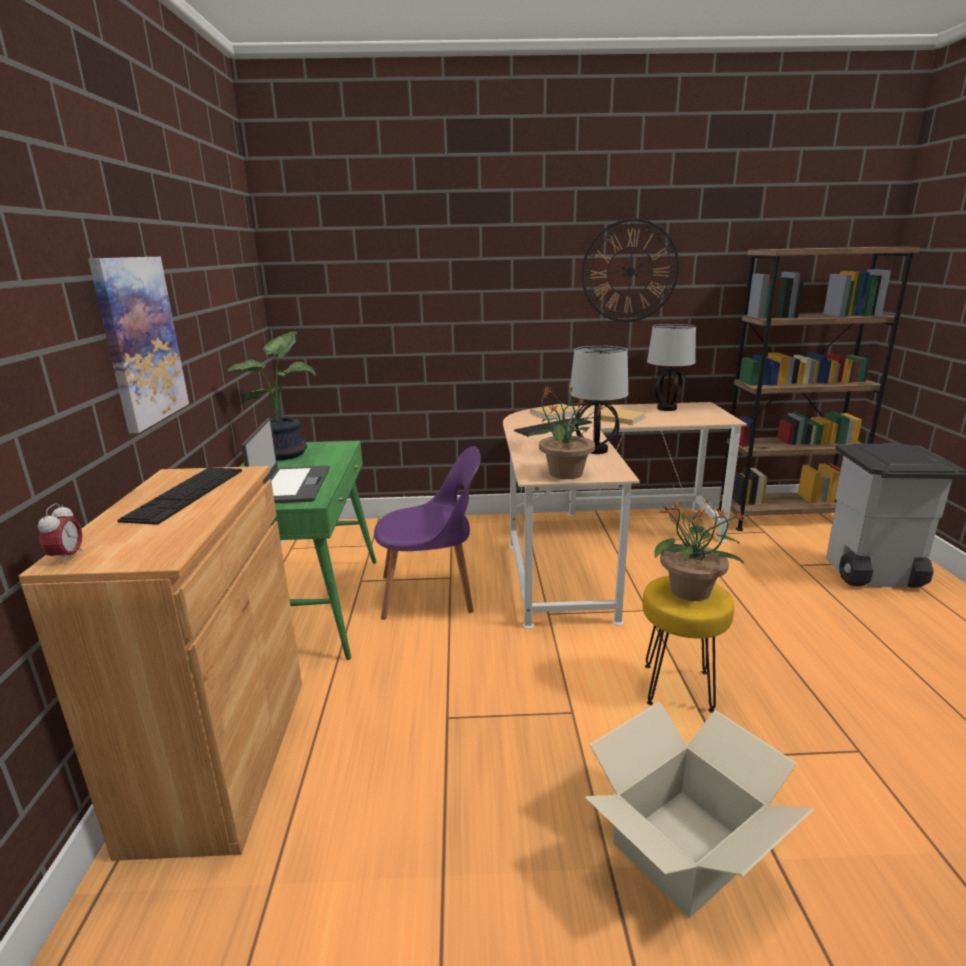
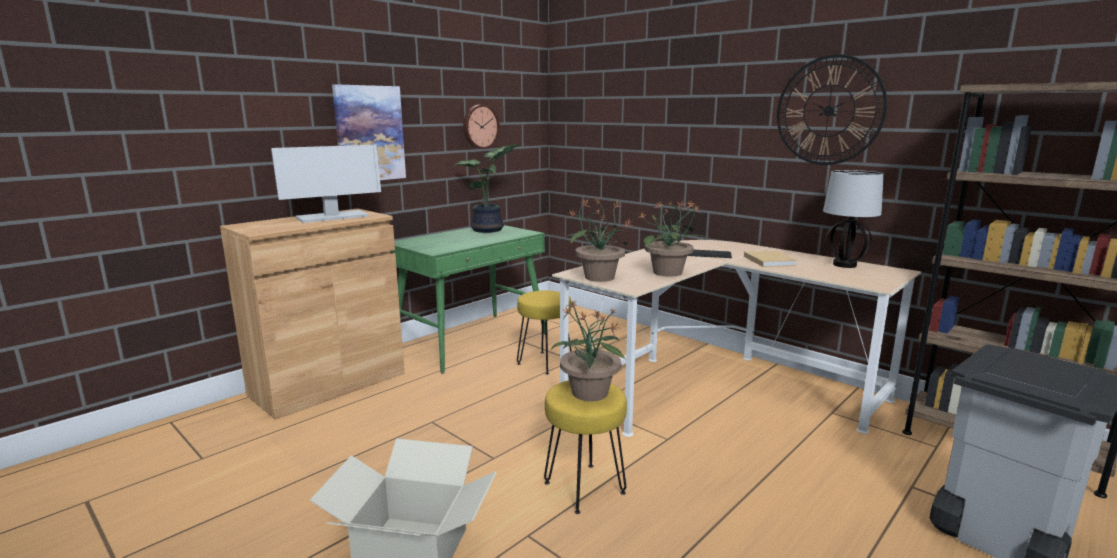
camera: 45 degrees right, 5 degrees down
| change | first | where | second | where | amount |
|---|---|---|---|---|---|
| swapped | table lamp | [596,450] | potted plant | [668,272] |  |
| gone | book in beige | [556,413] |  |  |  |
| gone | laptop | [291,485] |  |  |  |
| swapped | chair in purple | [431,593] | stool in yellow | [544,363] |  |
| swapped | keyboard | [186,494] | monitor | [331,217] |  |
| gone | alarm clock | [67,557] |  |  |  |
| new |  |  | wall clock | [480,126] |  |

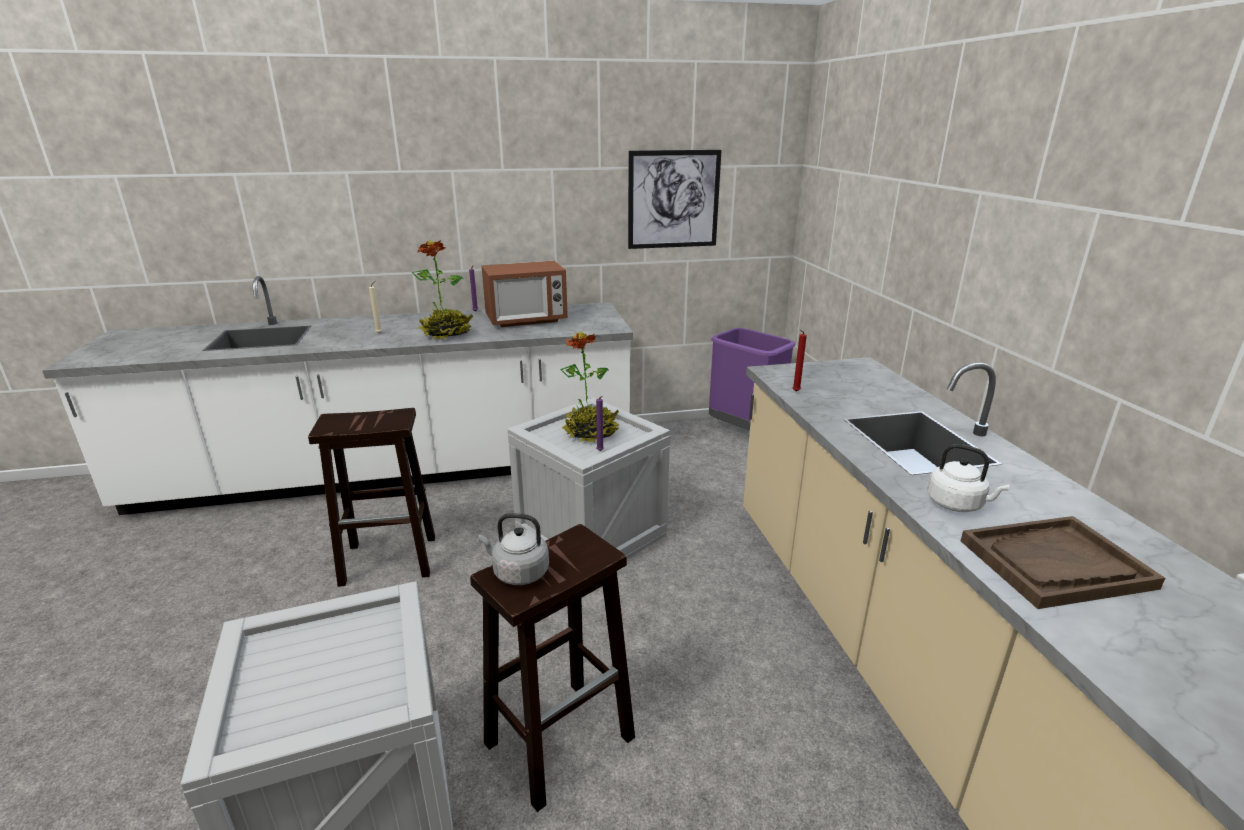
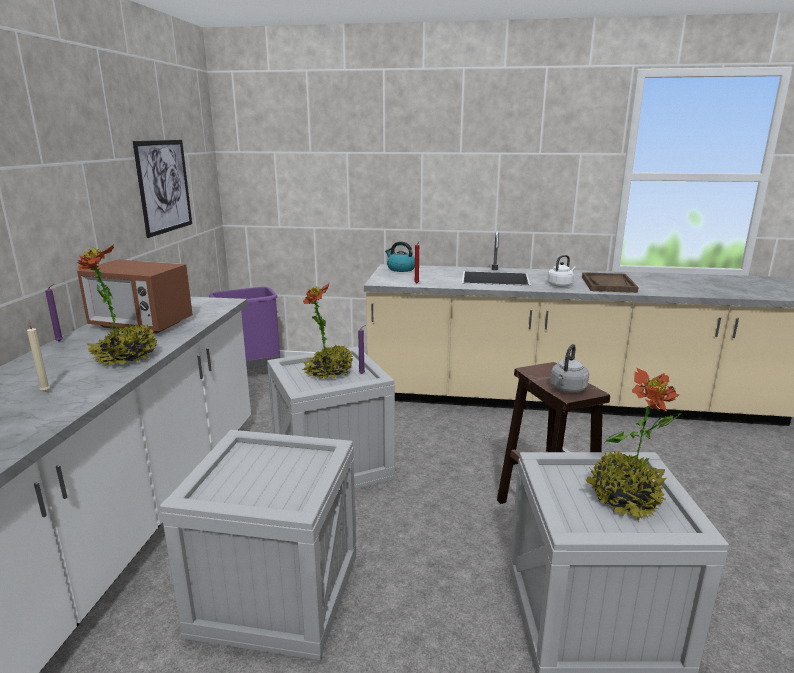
camera: 70 degrees left, 5 degrees down
| change | first | where | second | where | amount |
|---|---|---|---|---|---|
| rotated | microwave | [526,320] |  | [141,325] | 105 degrees clockwise |
| swapped | stool in brown | [391,560] | crate | [276,593] |  |
| new |  |  | kettle | [400,269] |  |
| new |  |  | potted plant | [624,498] |  |

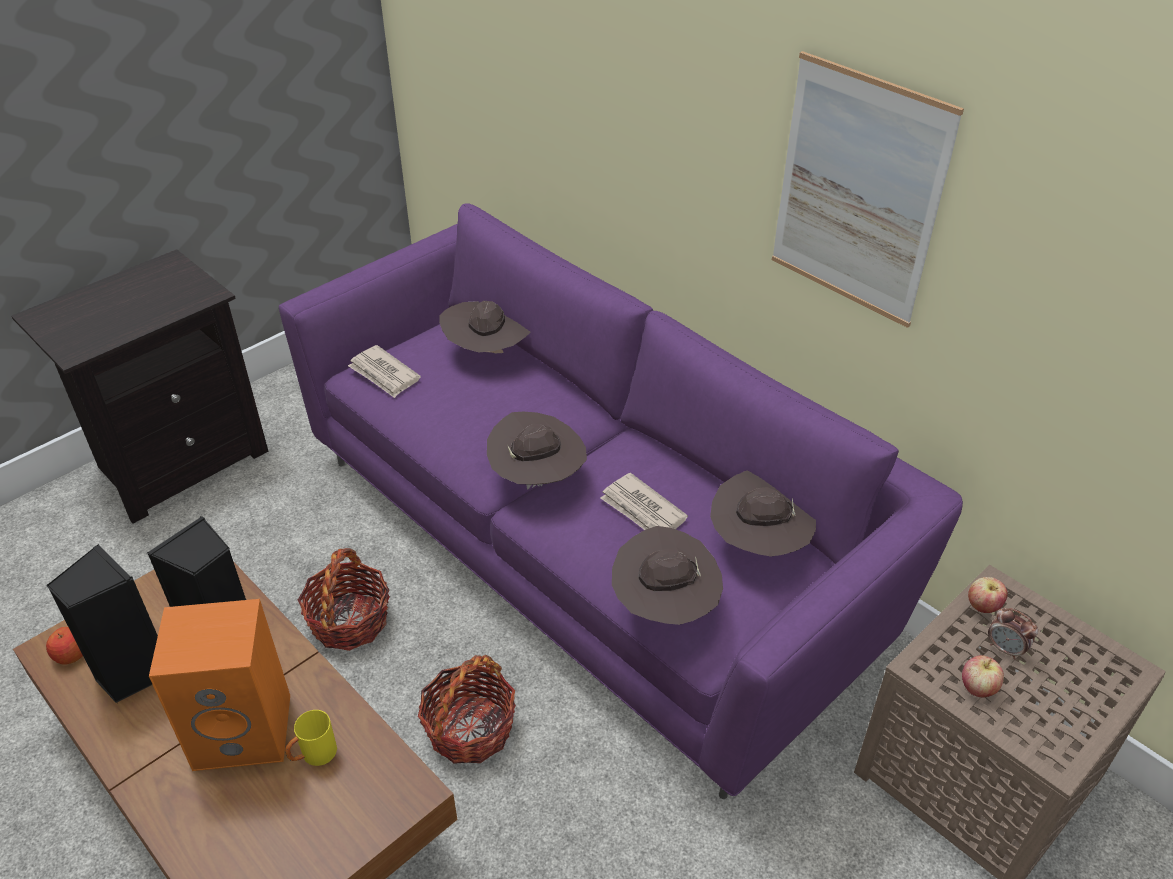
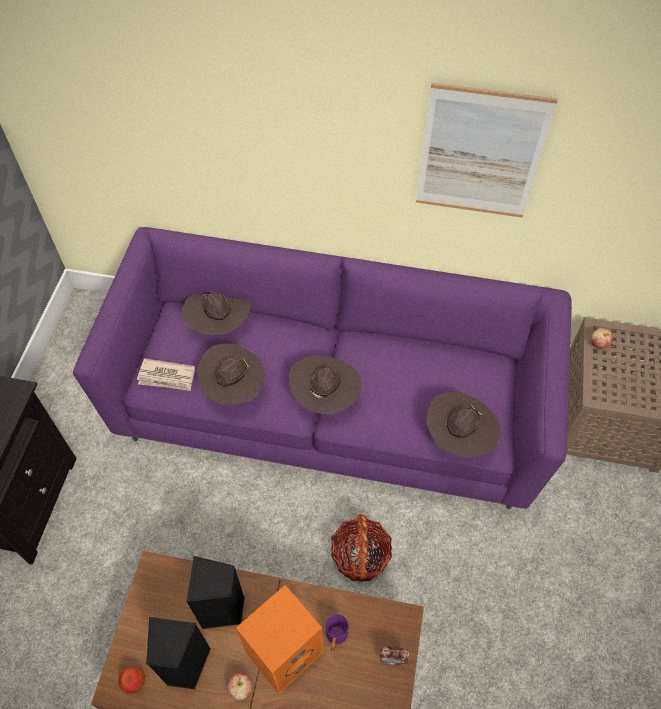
camera: 35 degrees left, 15 degrees up
| change | first | where | second | where | amount |
|---|---|---|---|---|---|
| shifted | hat in brown | [758,544] |  | [234,389] |  |
| gone | newspaper | [643,510] |  |  |  |
| gone | basket | [349,620] |  |  |  |
| shifted | alarm clock | [1005,649] |  | [393,659] |  |
| shifted | apple | [977,688] |  | [241,689] |  |
| repainted | mug in yellow | [313,756] | mug in purple | [335,638] |  |

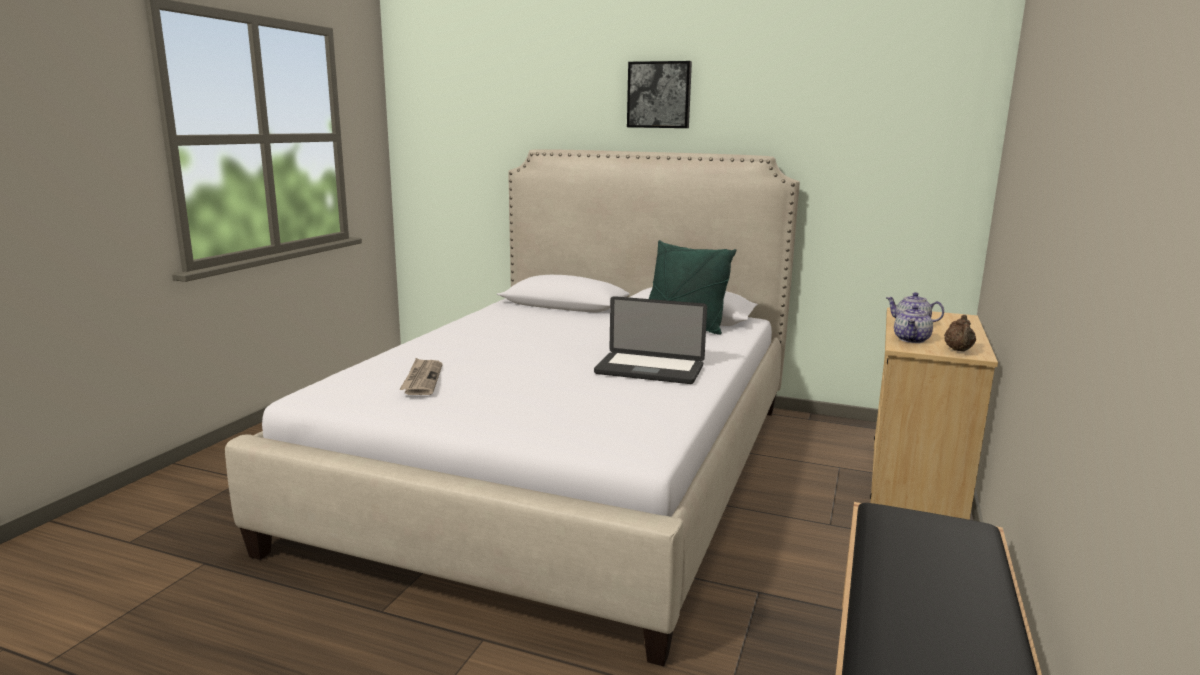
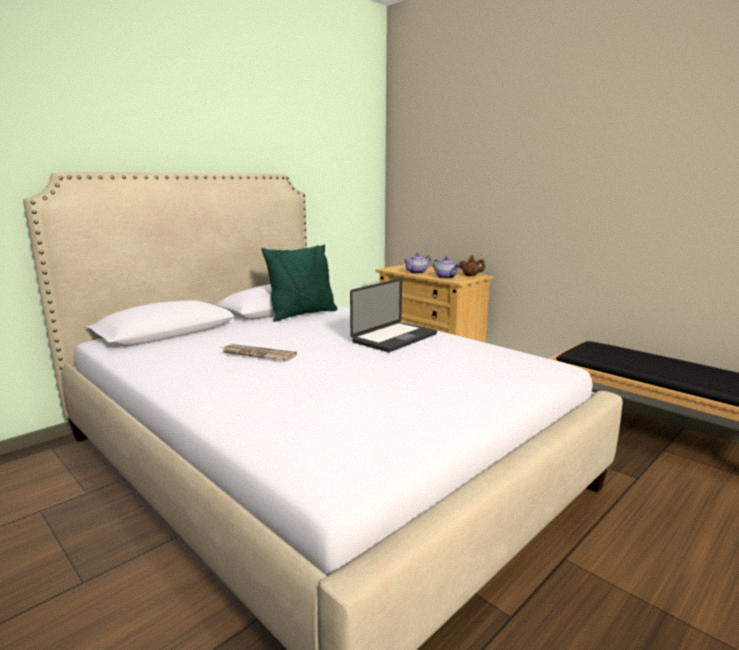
camera: 65 degrees left, 0 degrees up
| change | first | where | second | where | amount |
|---|---|---|---|---|---|
| gone | picture | [659,95] |  |  |  |
| shifted | newspaper | [422,379] |  | [257,355] |  |

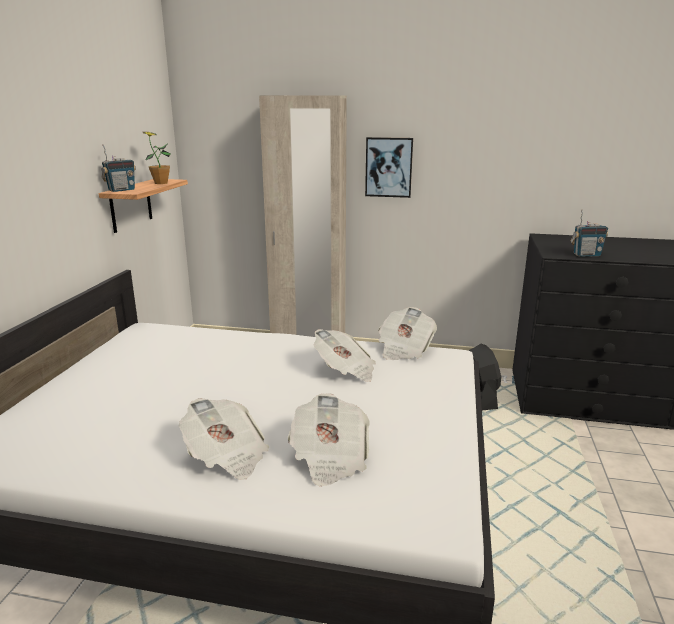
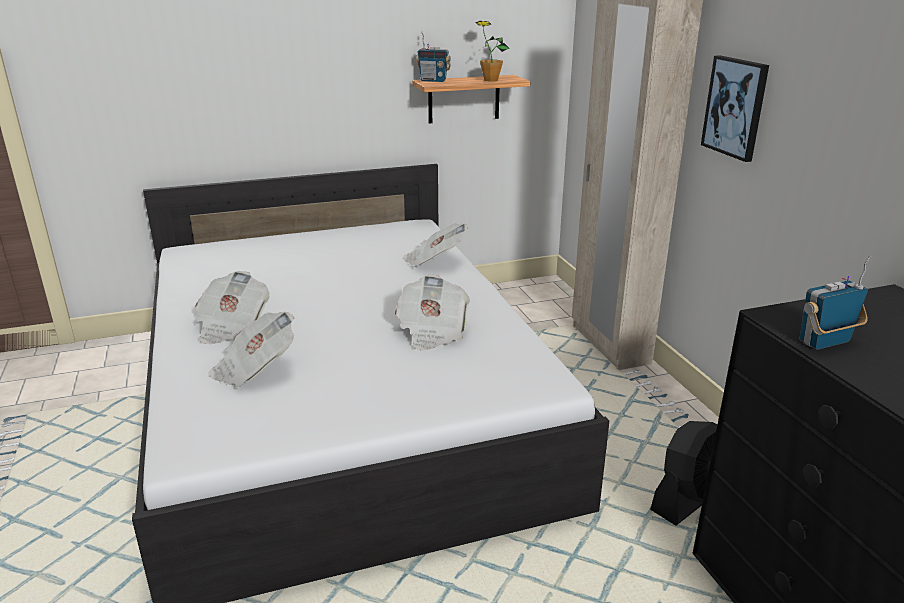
camera: 60 degrees right, 5 degrees up
| change | first | where | second | where | amount |
|---|---|---|---|---|---|
| rotated | radio | [586,255] |  | [825,342] | 105 degrees clockwise |
| shifted | newspaper | [404,349] |  | [434,261] |  |

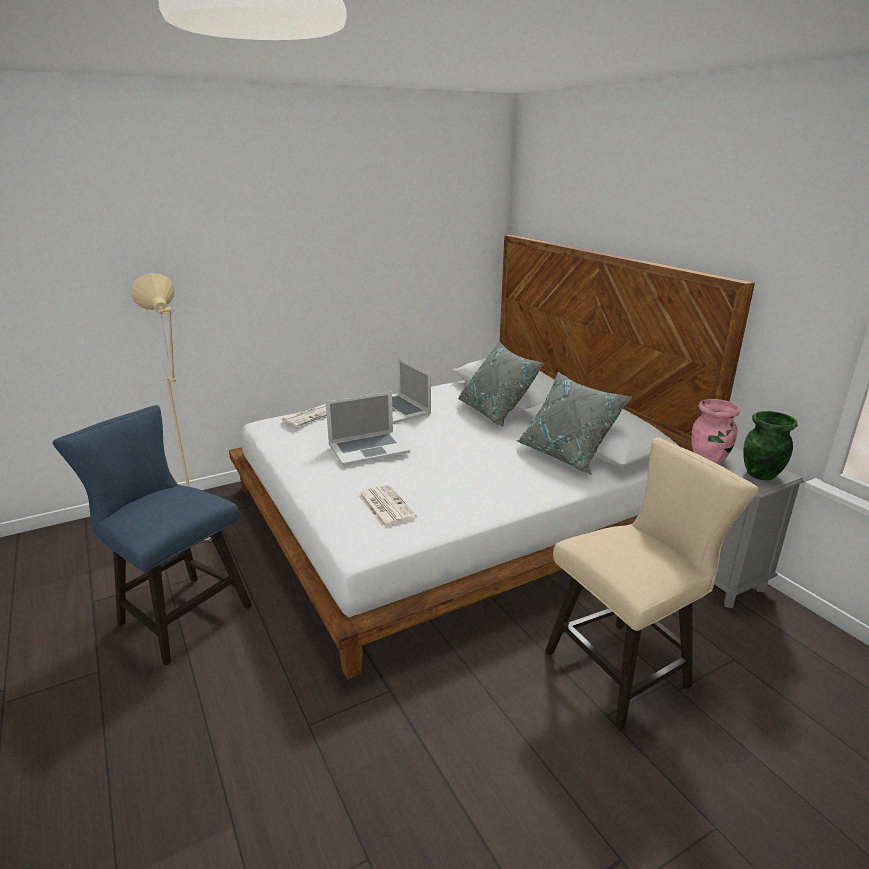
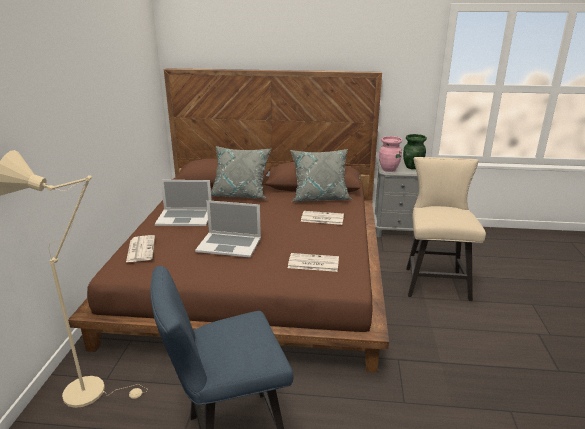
camera: 55 degrees left, 0 degrees up
| change | first | where | second | where | amount |
|---|---|---|---|---|---|
| repainted | bed in white | [448,513] | bed in brown | [256,273] |  |
| rotated | laptop | [368,448] |  | [229,244] | 90 degrees clockwise |
| new |  |  | newspaper | [321,218] |  |

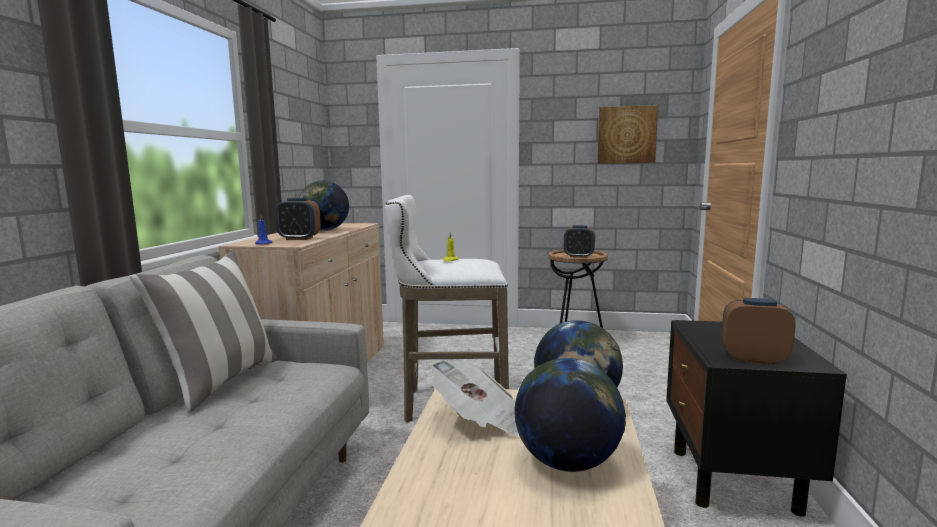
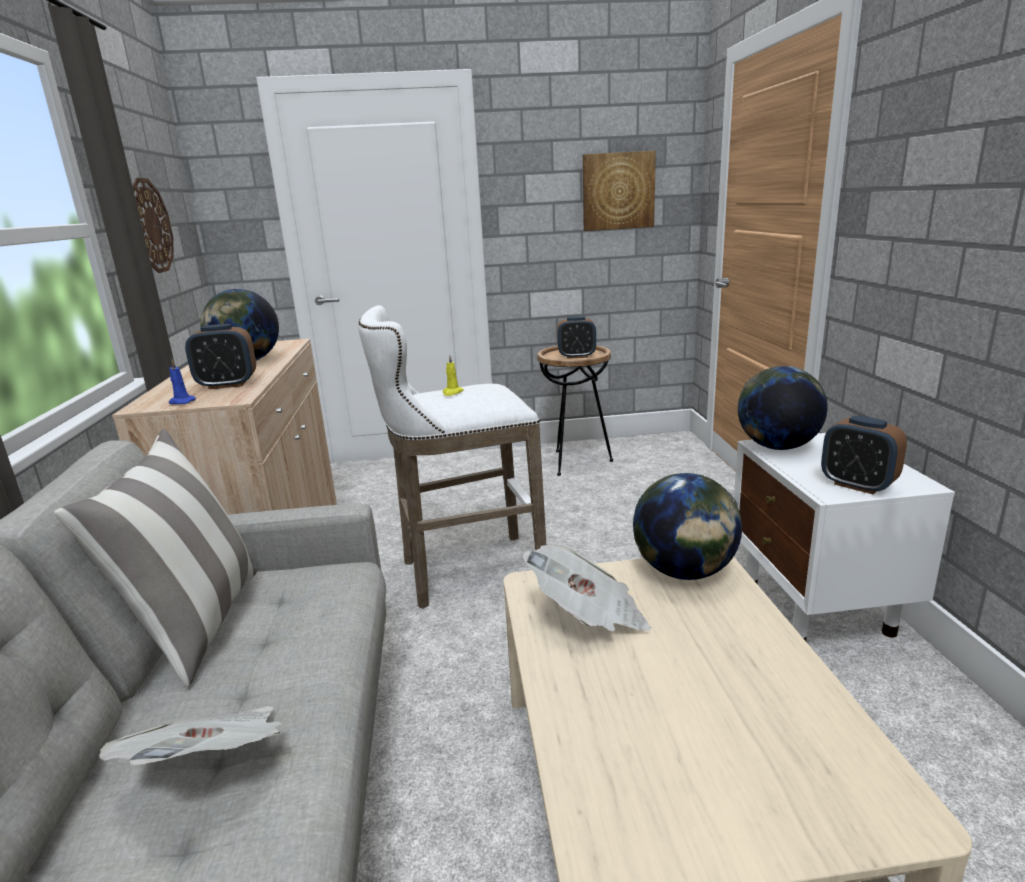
camera: 15 degrees left, 10 degrees up
| change | first | where | second | where | amount |
|---|---|---|---|---|---|
| rotated | alarm clock | [753,358] |  | [857,485] | 135 degrees counterclockwise |
| repainted | nightstand in black | [734,481] | nightstand in white | [817,610] |  |
| shifted | globe | [567,463] |  | [777,447] |  |
| new |  |  | wall clock | [150,226] |  |
| new |  |  | newspaper | [213,765] |  |

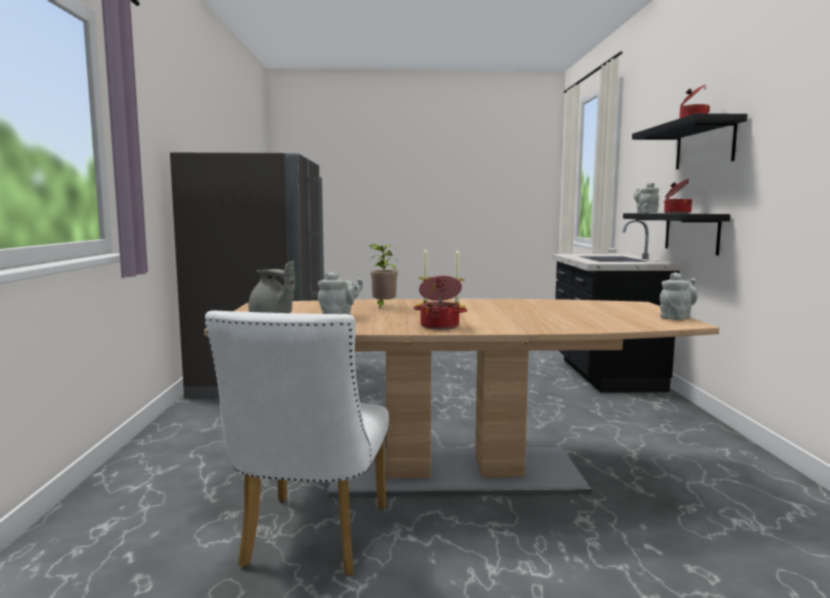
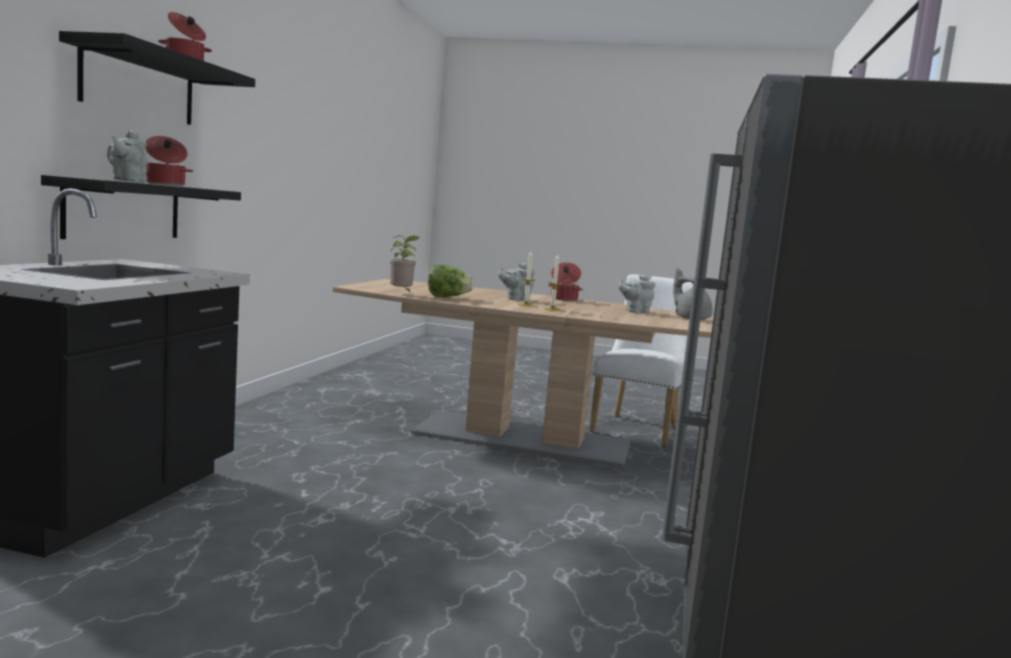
camera: 165 degrees left, 0 degrees up
| change | first | where | second | where | amount |
|---|---|---|---|---|---|
| shifted | potted plant | [383,307] |  | [402,294] |  |
| shifted | teapot in grey | [676,318] |  | [516,299] |  |
| new |  |  | lettuce | [447,297] |  |

